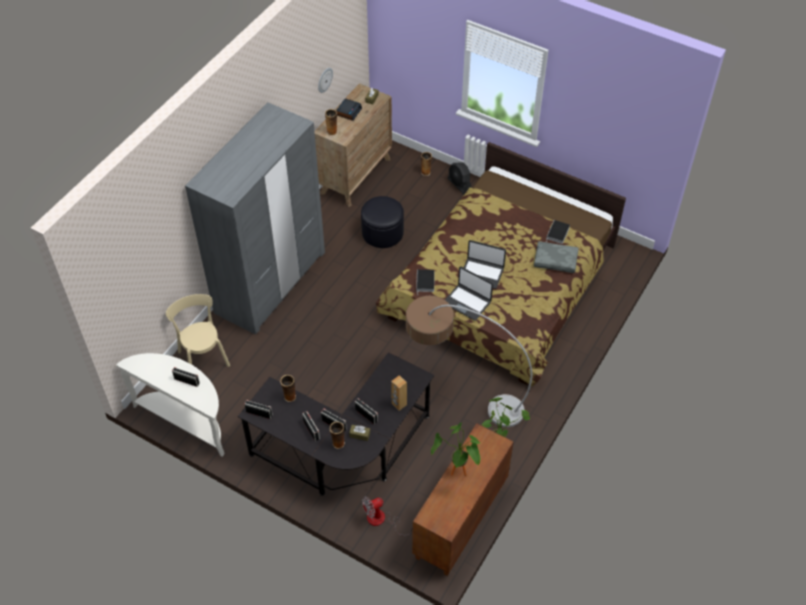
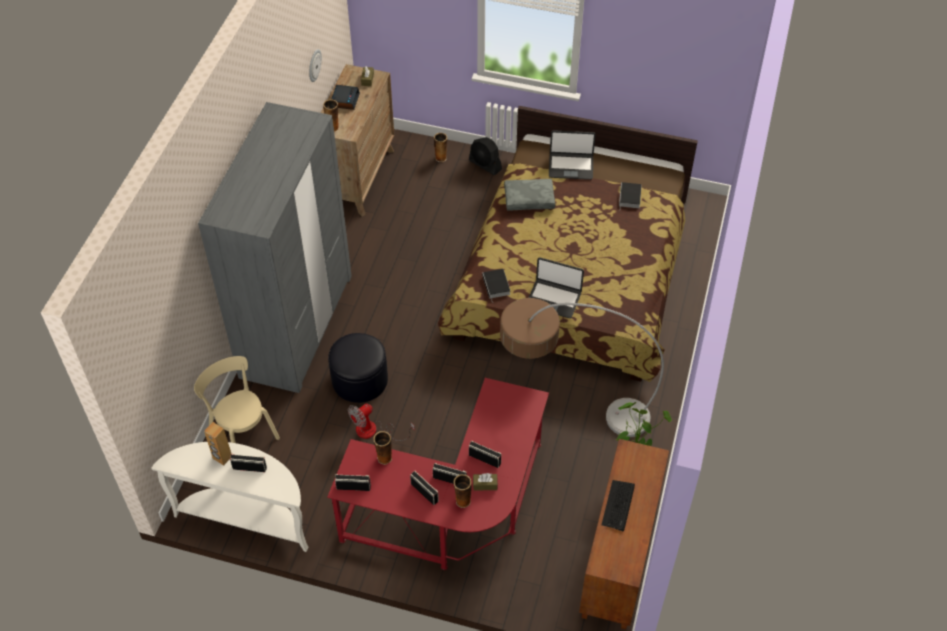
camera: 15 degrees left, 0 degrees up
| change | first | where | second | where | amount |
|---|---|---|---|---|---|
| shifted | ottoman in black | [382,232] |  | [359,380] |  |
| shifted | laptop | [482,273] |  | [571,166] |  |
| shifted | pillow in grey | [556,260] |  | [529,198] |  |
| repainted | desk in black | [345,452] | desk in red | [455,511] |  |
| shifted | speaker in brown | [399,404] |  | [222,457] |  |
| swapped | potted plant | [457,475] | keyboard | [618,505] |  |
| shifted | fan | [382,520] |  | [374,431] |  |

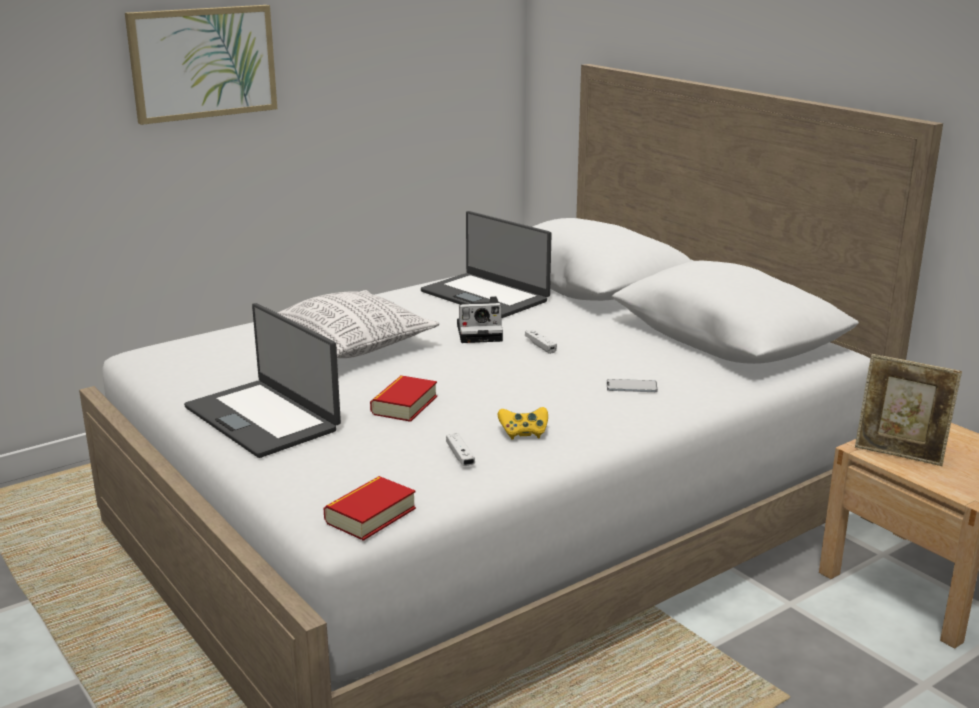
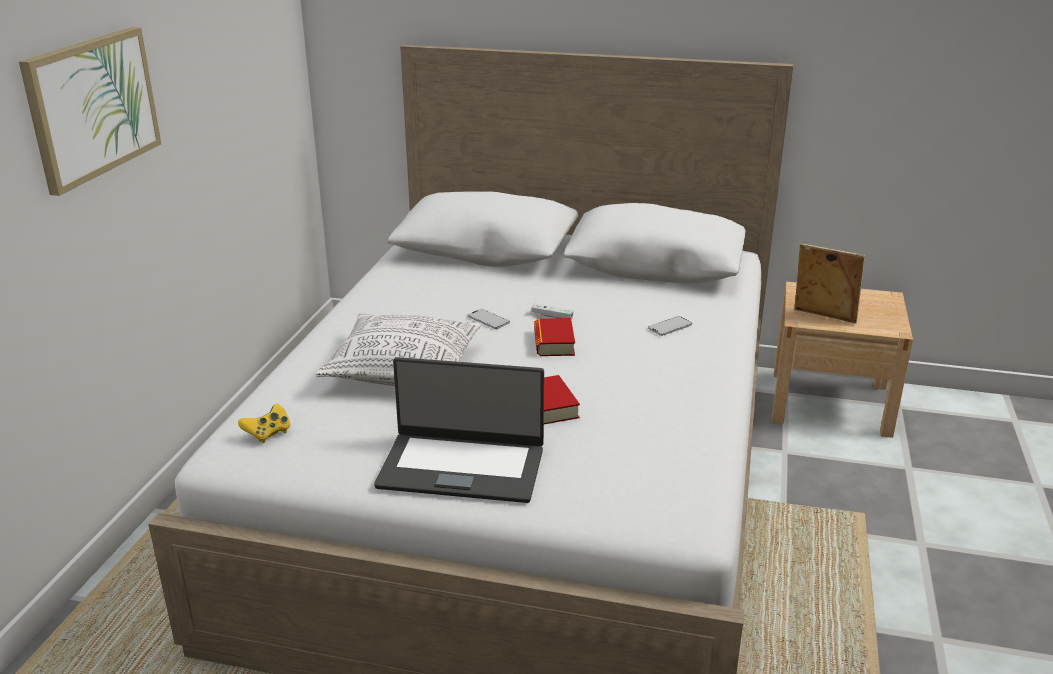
camera: 40 degrees left, 5 degrees up
| change | first | where | second | where | amount |
|---|---|---|---|---|---|
| gone | laptop | [486,296] |  |  |  |
| swapped | photo camera | [481,332] | phone | [488,320] |  |
| rotated | picture frame | [899,455] |  | [823,317] | 135 degrees counterclockwise |
| shifted | game controller in yellow | [523,433] |  | [268,433] |  |
| gone | game controller in white | [460,456] |  |  |  |
| shifted | book | [370,515] |  | [554,343] |  |

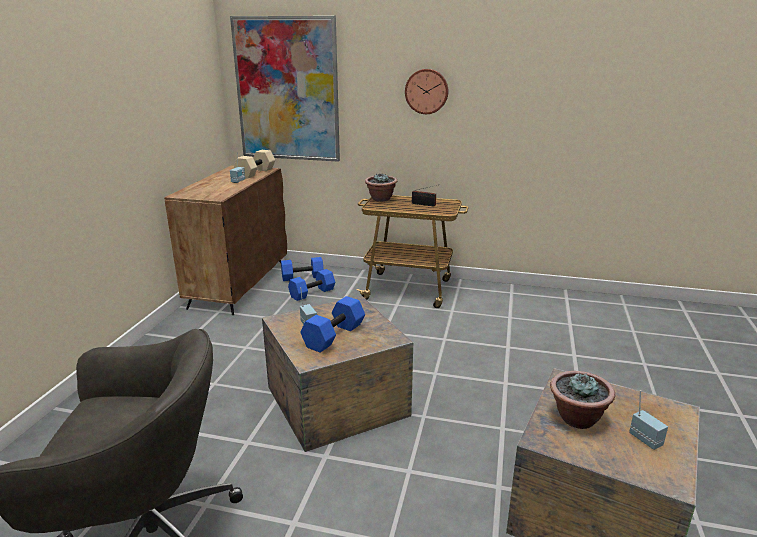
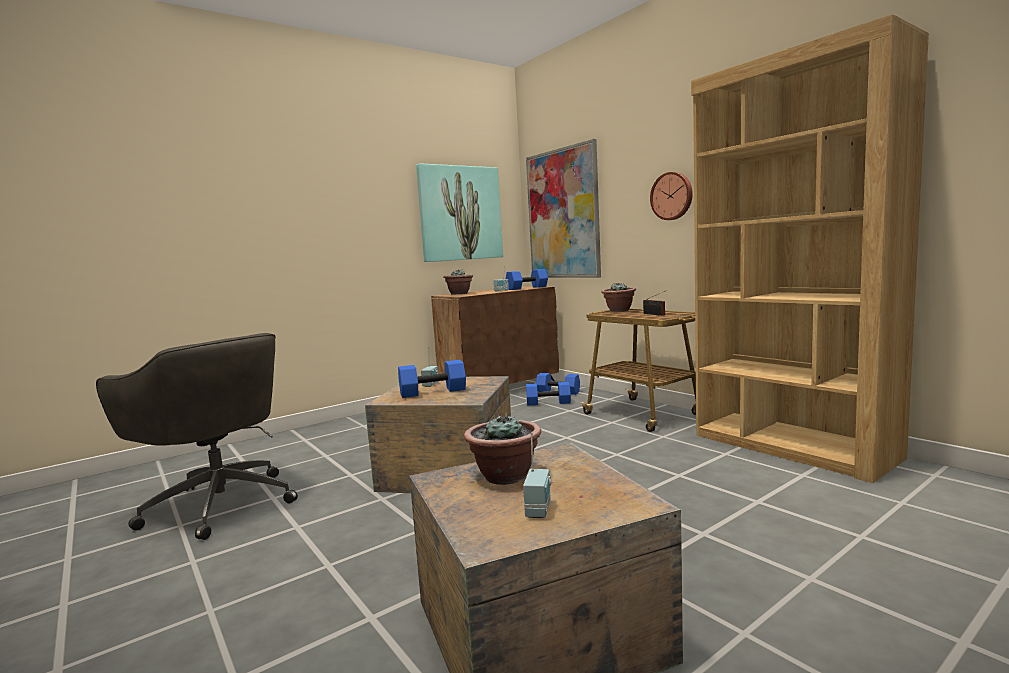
camera: 40 degrees right, 15 degrees down
| change | first | where | second | where | amount |
|---|---|---|---|---|---|
| repainted | dumbbell in beige | [256,173] | dumbbell in blue | [527,288] |  |
| new |  |  | bookcase in brown | [792,447] |  |
| new |  |  | picture | [460,213] |  |
| new |  |  | potted plant | [459,294] |  |

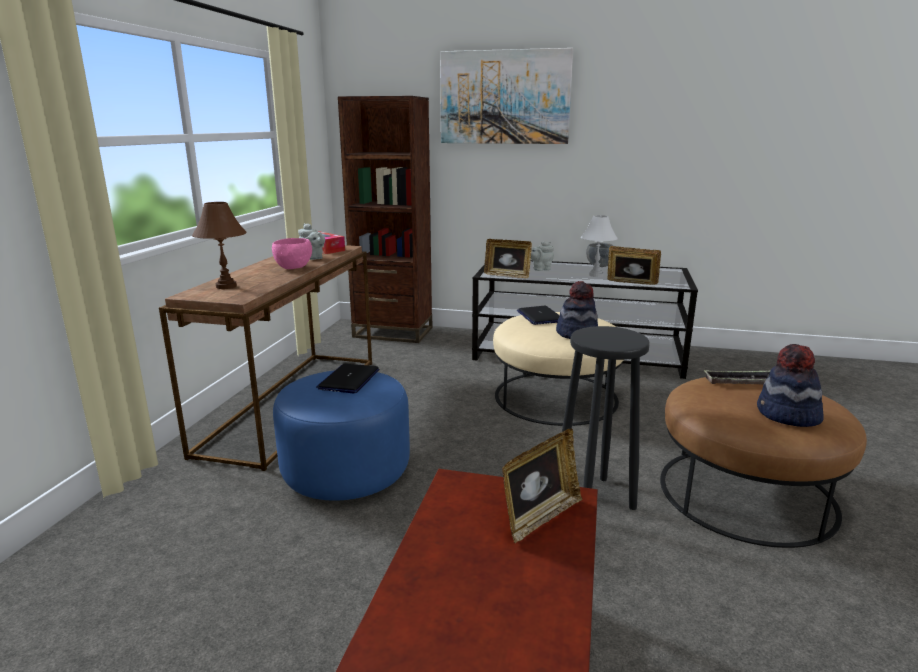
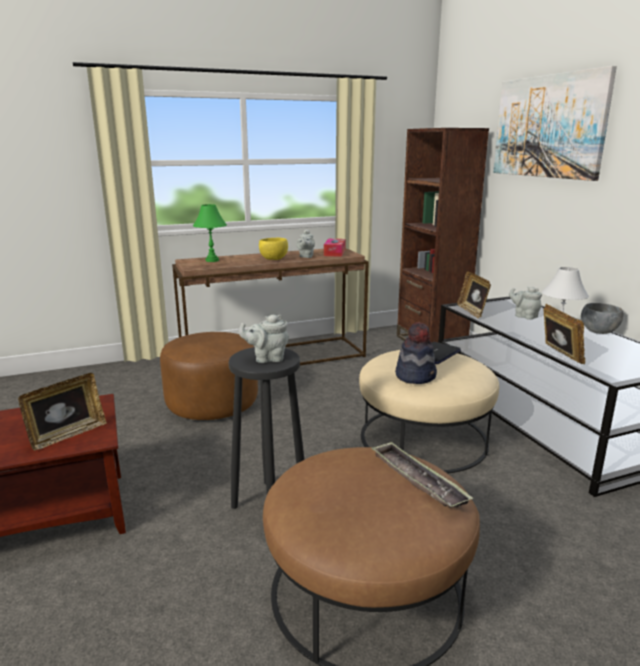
camera: 55 degrees right, 0 degrees up
| change | first | where | second | where | amount |
|---|---|---|---|---|---|
| repainted | table lamp in brown | [226,286] | table lamp in green | [212,260] |  |
| repainted | bowl in pink | [294,268] | bowl in yellow | [274,259] |  |
| gone | hat | [787,416] |  |  |  |
| gone | laptop | [349,379] |  |  |  |
| repainted | ottoman in blue | [346,471] | ottoman in brown | [212,403] |  |
| rotated | picture frame | [540,517] |  | [67,435] | 60 degrees counterclockwise |
| new |  |  | teapot in grey | [267,358] |  |

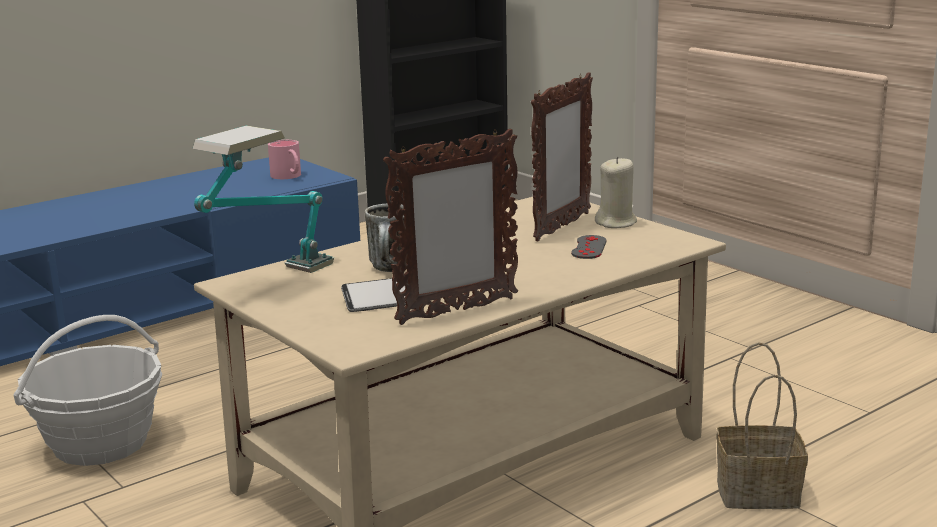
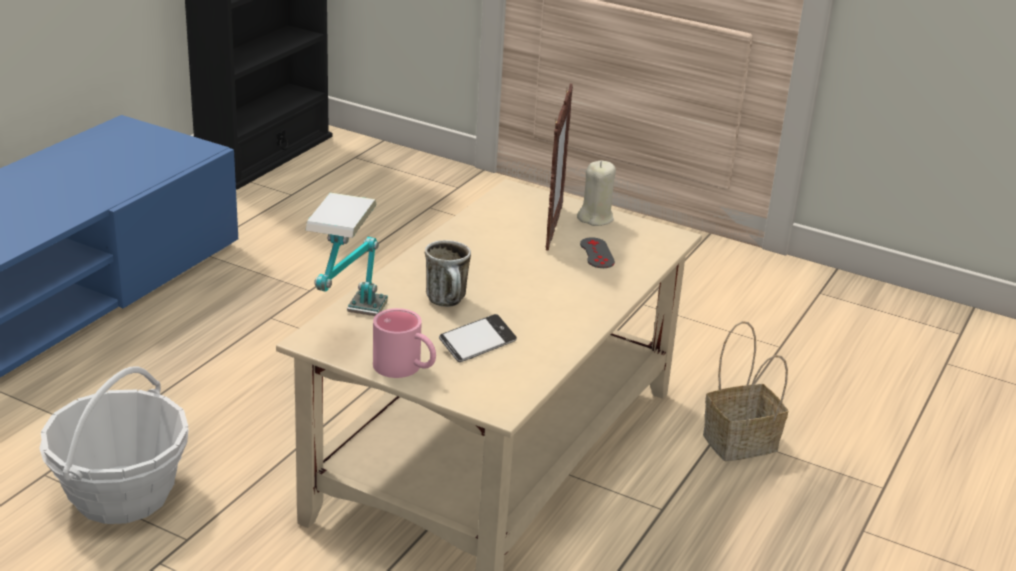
camera: 25 degrees left, 10 degrees up
| change | first | where | second | where | amount |
|---|---|---|---|---|---|
| gone | picture frame | [456,311] |  |  |  |
| shifted | mug in pink | [289,176] |  | [405,368] |  |

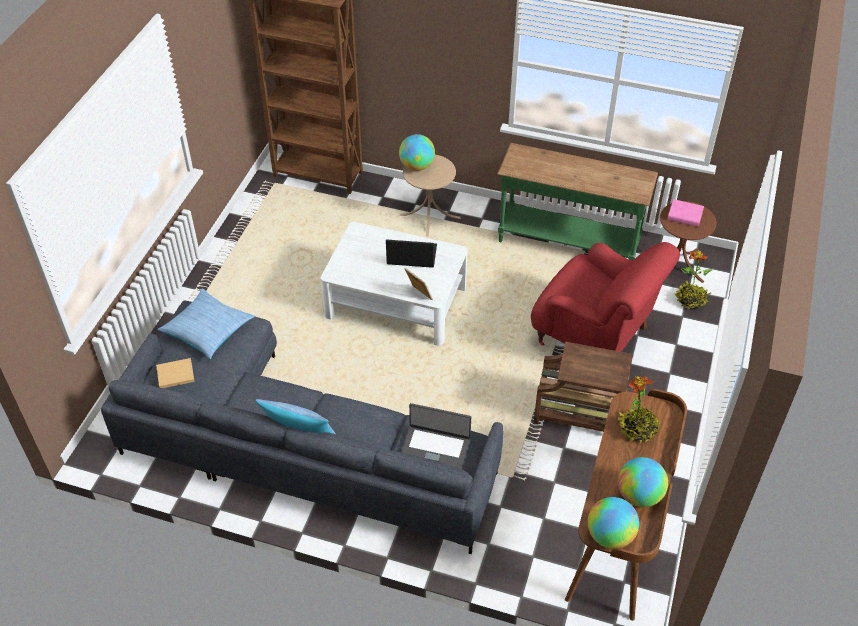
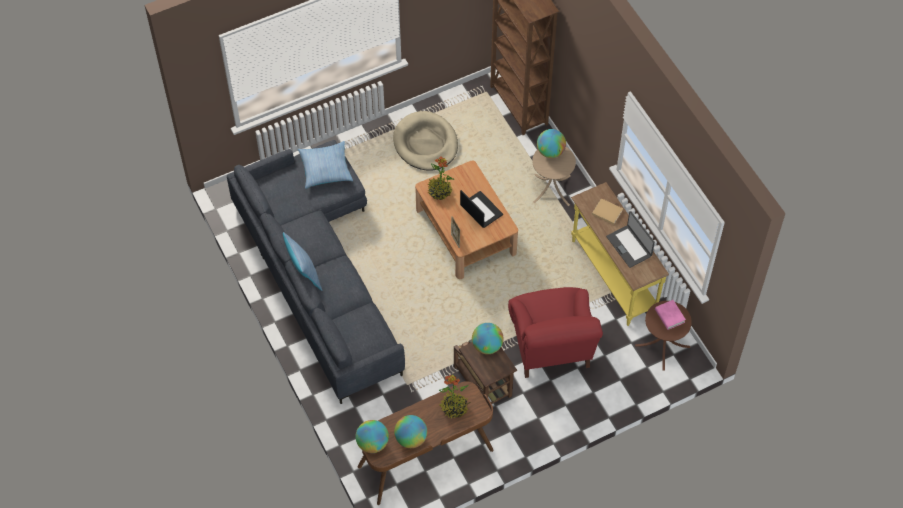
camera: 45 degrees right, 10 degrees up
| change | first | where | second | where | amount |
|---|---|---|---|---|---|
| repainted | console table in green | [568,244] | console table in yellow | [612,277] |  |
| repainted | coffee table in white | [395,302] | coffee table in brown | [465,231] |  |
| shifted | potted plant | [691,300] |  | [439,191] |  |
| shifted | book in beige | [174,374] |  | [606,211] |  |
| shifted | laptop | [435,447] |  | [629,246] |  |
| new |  |  | dog bed in beige | [425,143] |  |
| new |  |  | globe | [487,346] |  |

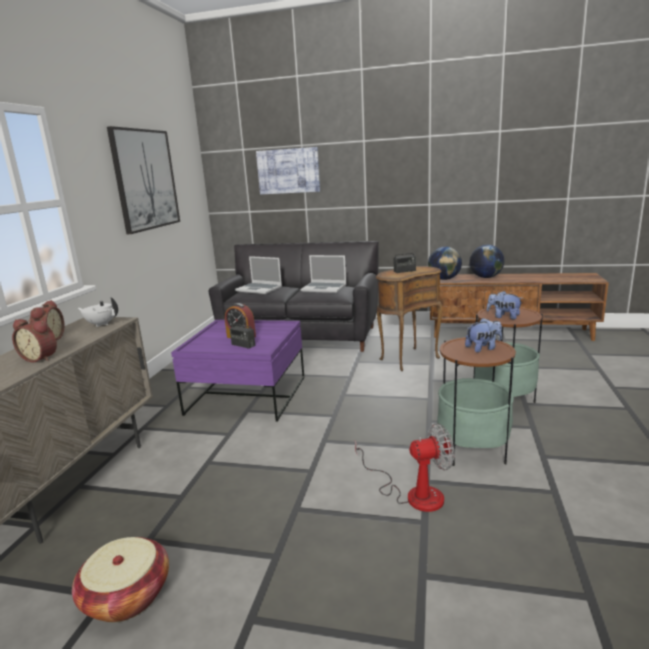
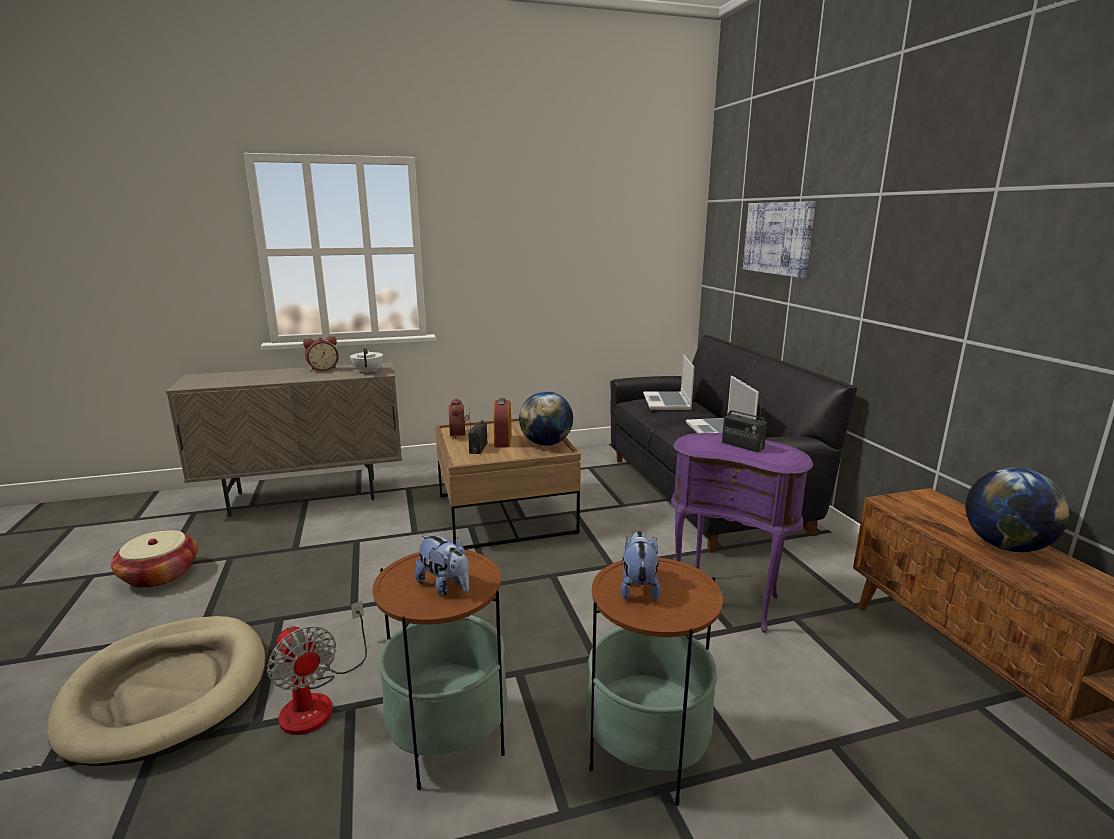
camera: 60 degrees right, 0 degrees up
| change | first | where | second | where | amount |
|---|---|---|---|---|---|
| gone | picture | [145,180] |  |  |  |
| shifted | globe | [444,279] |  | [546,443] |  |
| repainted | side table in brown | [407,358] | side table in purple | [727,599] |  |
| shifted | alarm clock | [41,358] |  | [460,434] |  |
| repainted | coffee table in purple | [247,395] | coffee table in brown | [505,514] |  |
| new |  |  | dog bed in beige | [168,691] |  |

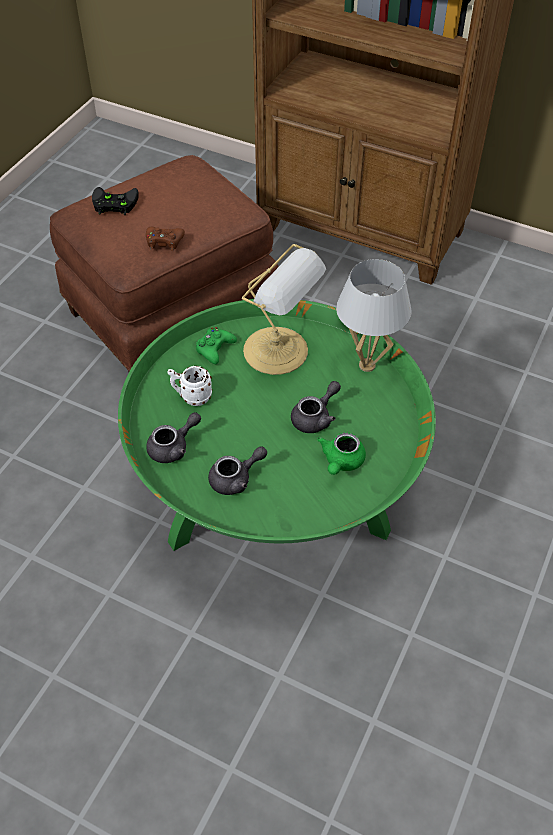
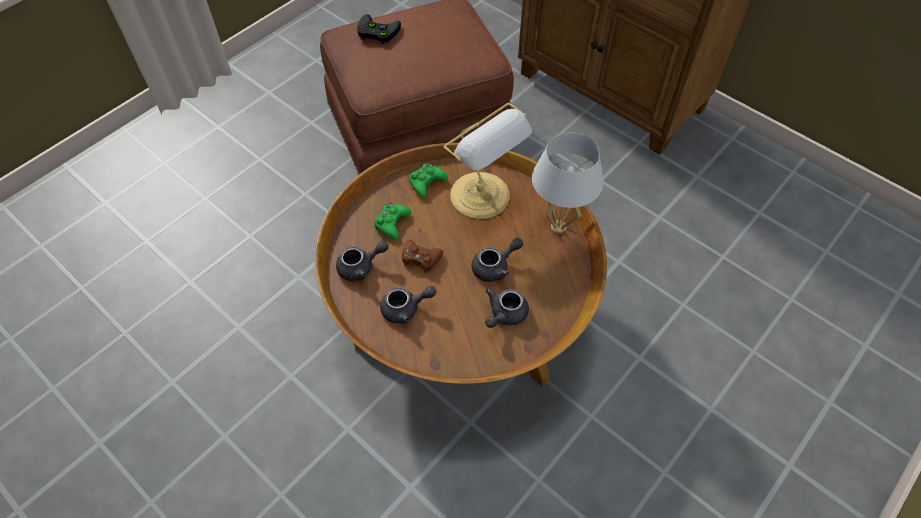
camera: 15 degrees right, 5 degrees up
| change | first | where | second | where | amount |
|---|---|---|---|---|---|
| shifted | game controller in brown | [164,242] |  | [420,259] |  |
| repainted | coffee table in green | [276,488] | coffee table in brown | [460,315] |  |
| swapped | mug in white | [191,397] | game controller in green | [392,223] |  |
| repainted | teapot in green | [341,462] | teapot in grey | [504,315] |  |

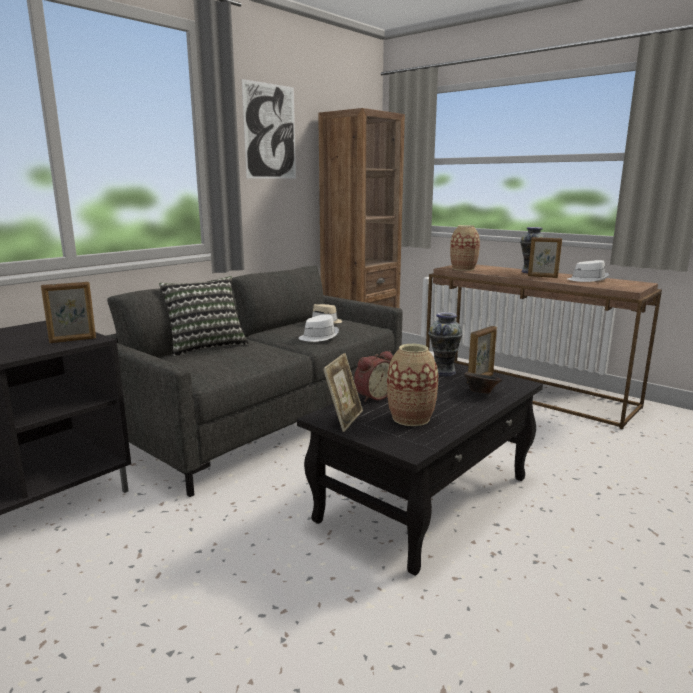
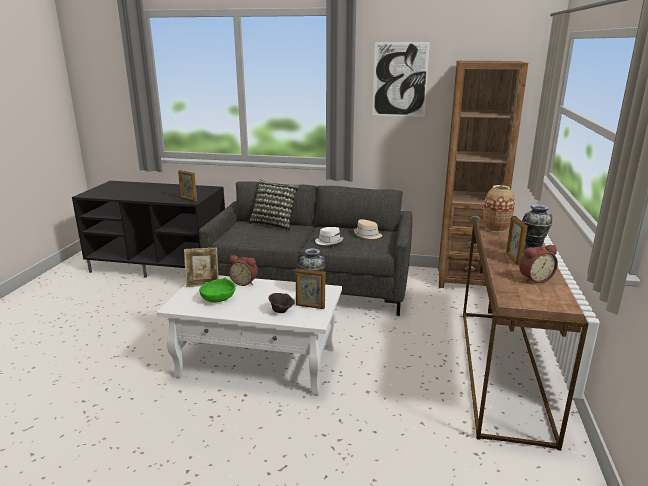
camera: 60 degrees right, 5 degrees up
| change | first | where | second | where | amount |
|---|---|---|---|---|---|
| swapped | hat in white | [587,279] | alarm clock | [534,279] |  |
| swapped | vase | [411,418] | bowl in green | [217,299] |  |
| repainted | coffee table in black | [426,498] | coffee table in white | [259,362] |  |

